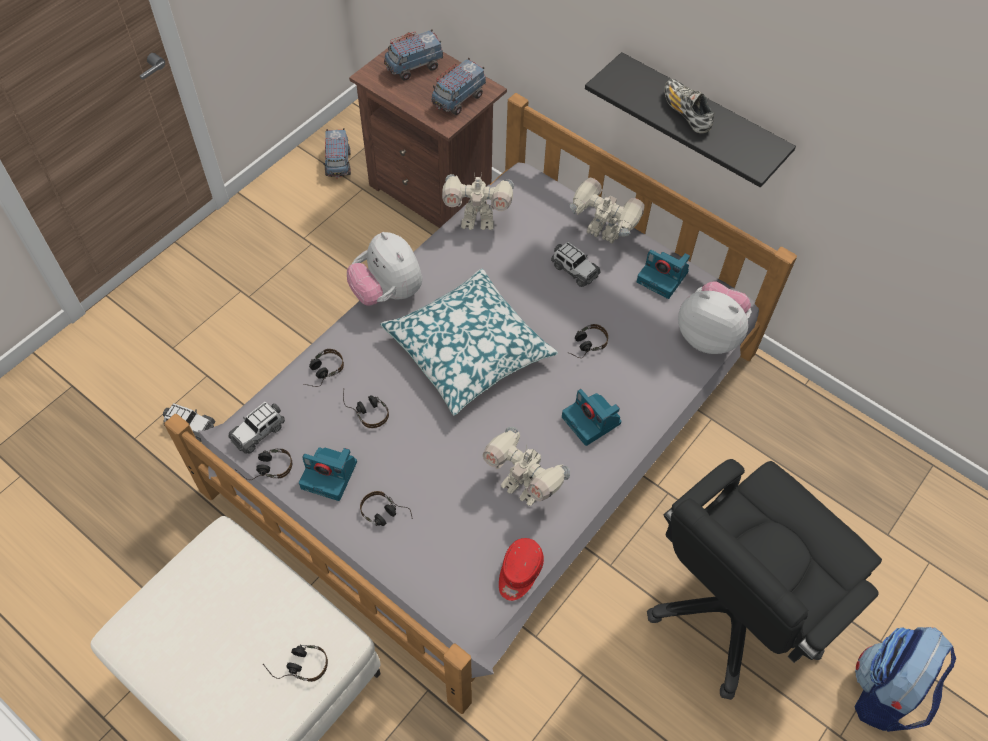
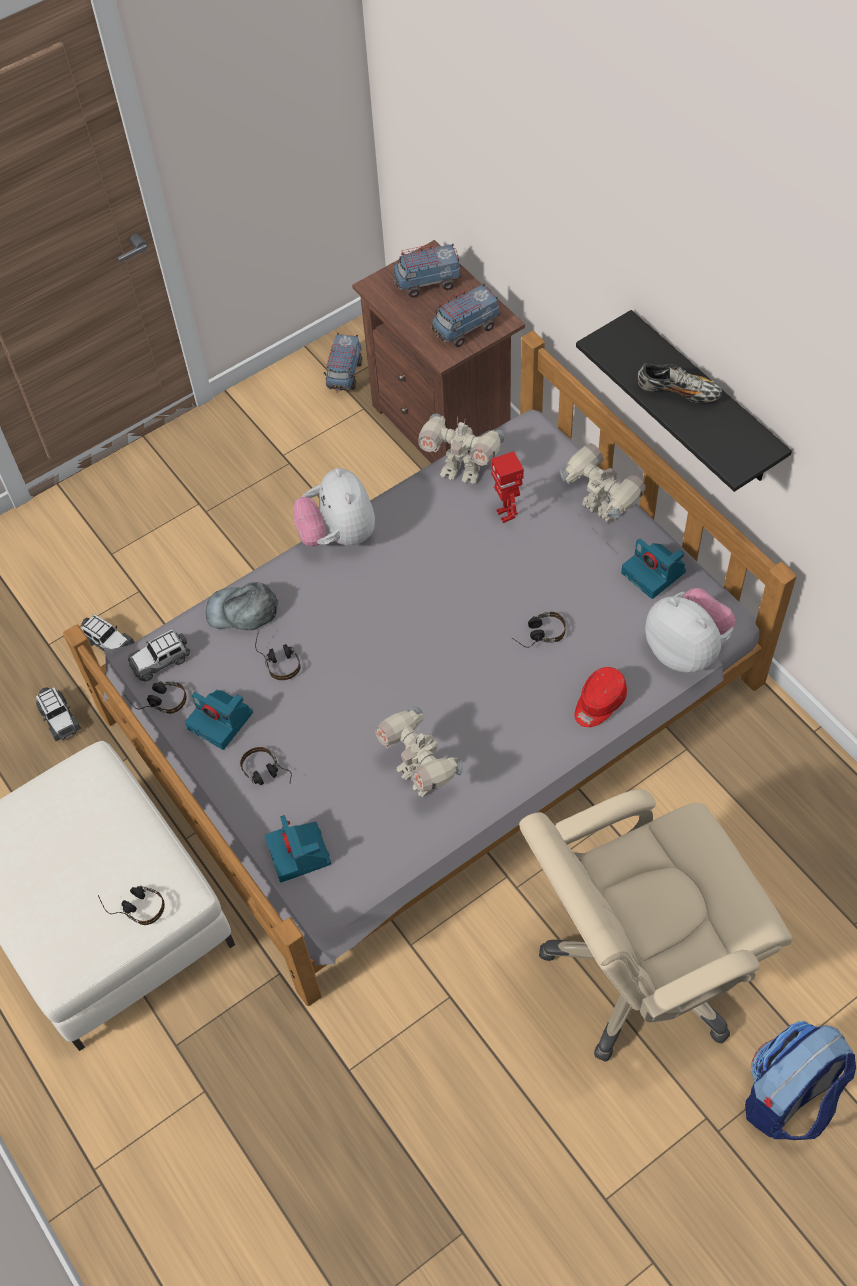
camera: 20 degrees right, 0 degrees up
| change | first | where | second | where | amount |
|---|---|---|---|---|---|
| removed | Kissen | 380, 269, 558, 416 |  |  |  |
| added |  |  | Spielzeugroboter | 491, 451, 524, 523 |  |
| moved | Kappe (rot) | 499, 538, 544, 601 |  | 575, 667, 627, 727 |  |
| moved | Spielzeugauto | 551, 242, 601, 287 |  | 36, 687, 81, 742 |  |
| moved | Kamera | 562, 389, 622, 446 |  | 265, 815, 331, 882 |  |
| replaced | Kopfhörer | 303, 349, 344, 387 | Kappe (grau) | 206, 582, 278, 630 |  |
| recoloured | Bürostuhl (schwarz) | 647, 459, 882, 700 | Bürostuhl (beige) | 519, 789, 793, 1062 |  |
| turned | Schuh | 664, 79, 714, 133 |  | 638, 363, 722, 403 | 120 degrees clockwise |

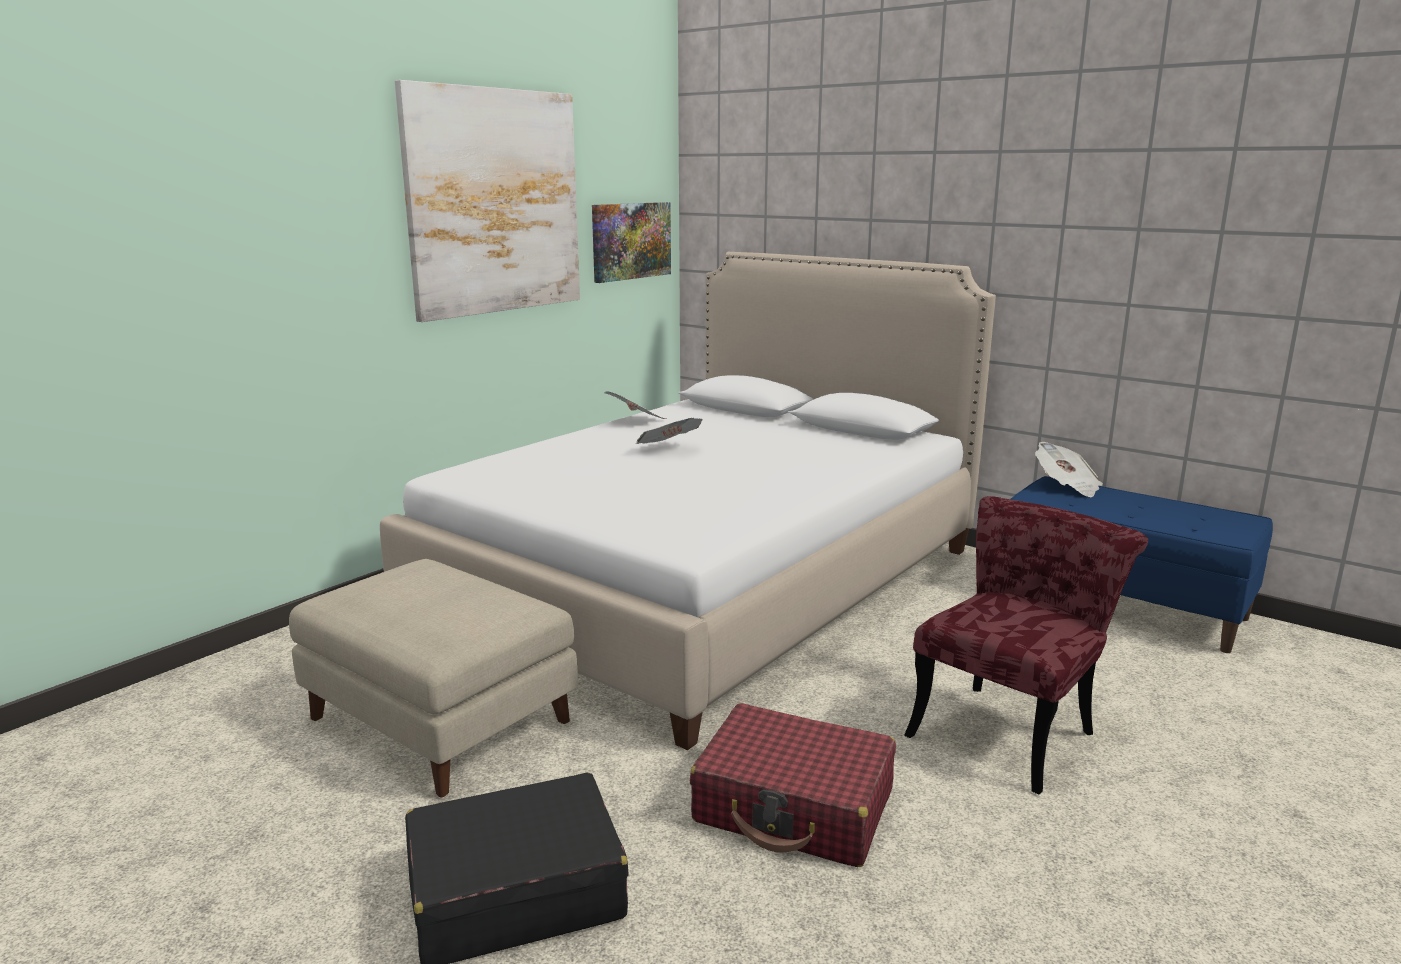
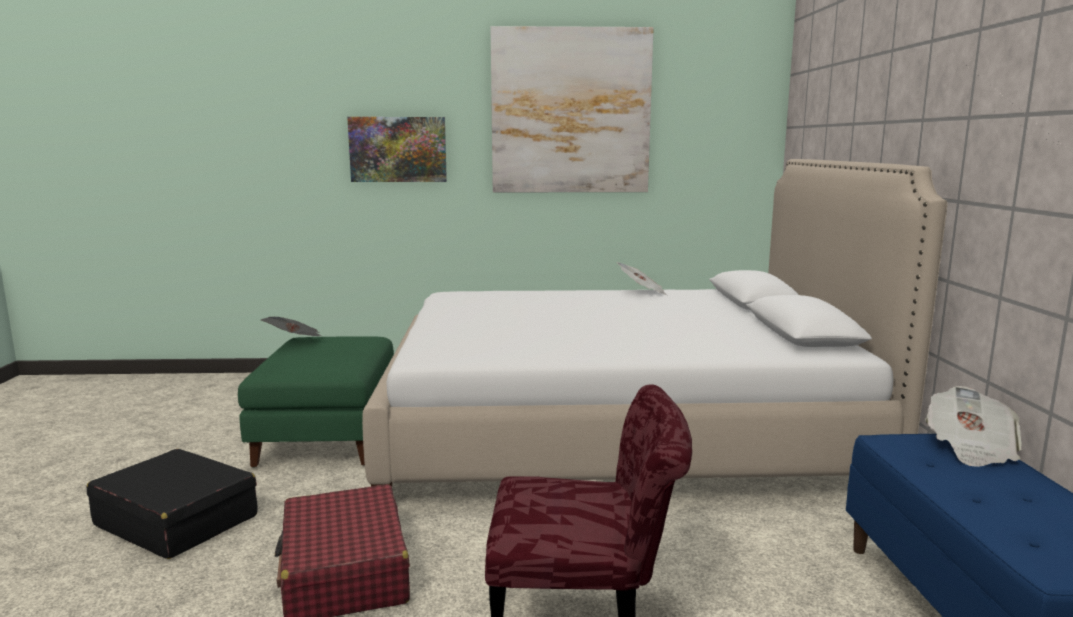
camera: 50 degrees right, 5 degrees down
| change | first | where | second | where | amount |
|---|---|---|---|---|---|
| moved | Bild | 592, 202, 671, 283 |  | 347, 117, 447, 182 |  |
| moved | Zeitung | 635, 418, 703, 444 |  | 261, 317, 321, 336 |  |
| recoloured | Polsterhocker (beige) | 289, 559, 578, 797 | Polsterhocker (grün) | 238, 337, 394, 468 |  |

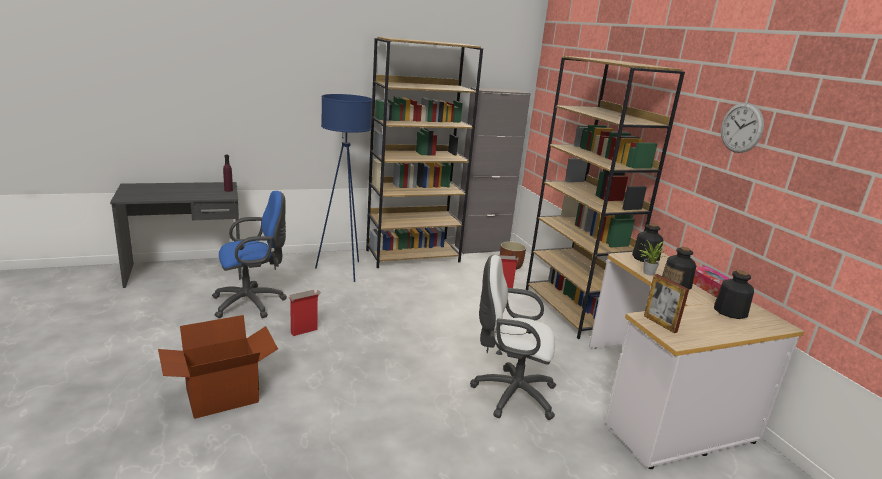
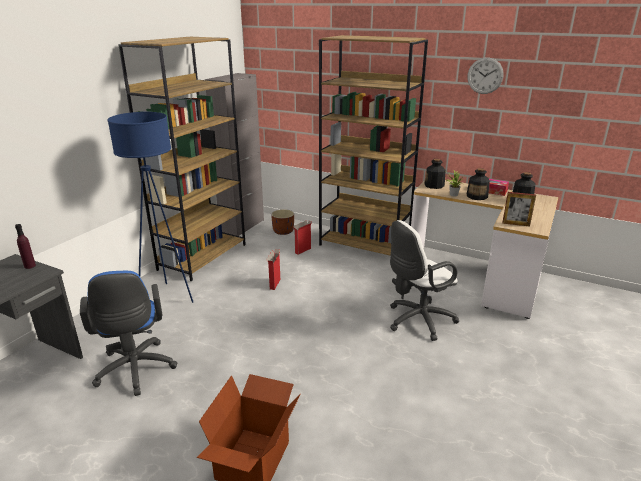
camera: 40 degrees left, 5 degrees up
| change | first | where | second | where | amount |
|---|---|---|---|---|---|
| moved | Karton | 289, 290, 321, 336 |  | 266, 249, 281, 290 |  |
| turned | Bürostuhl (blau) | 212, 191, 287, 318 |  | 80, 271, 177, 396 | 135 degrees clockwise |

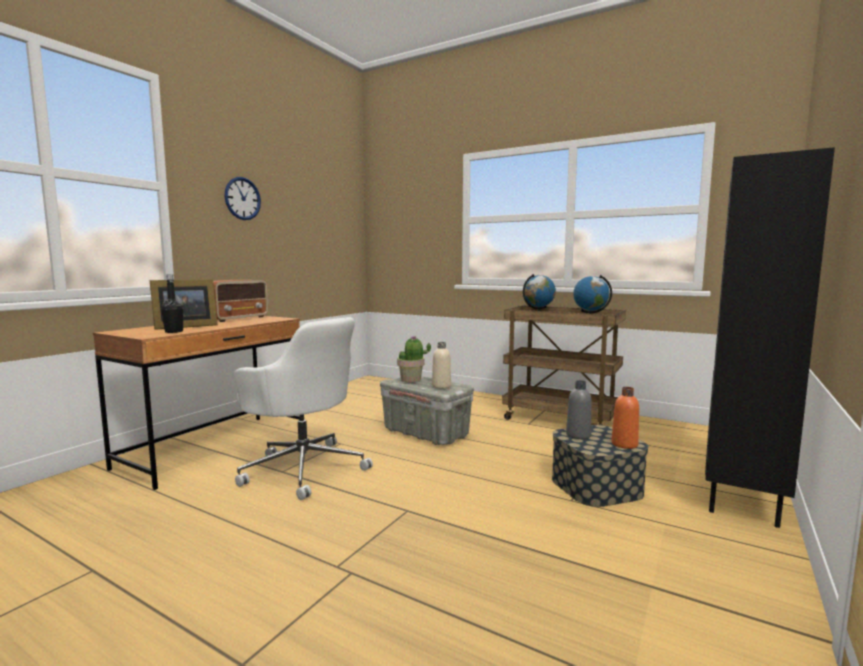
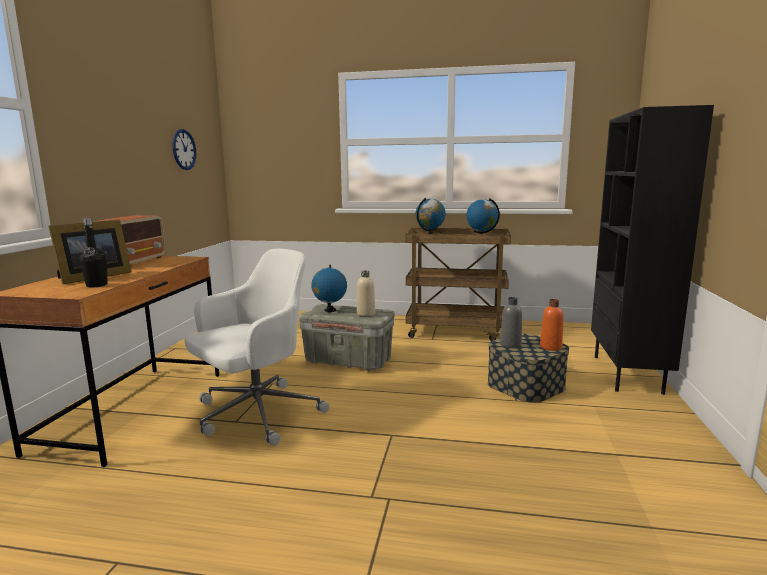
camera: 20 degrees left, 5 degrees up
| change | first | where | second | where | amount |
|---|---|---|---|---|---|
| moved | Wanduhr | 224, 177, 261, 220 |  | 172, 129, 196, 170 |  |
| replaced | Topfpflanze | 397, 336, 431, 383 | Globus | 311, 265, 347, 312 |  |
| turned | Bürostuhl (weiß) | 234, 317, 373, 500 |  | 185, 249, 329, 446 | 60 degrees counterclockwise |

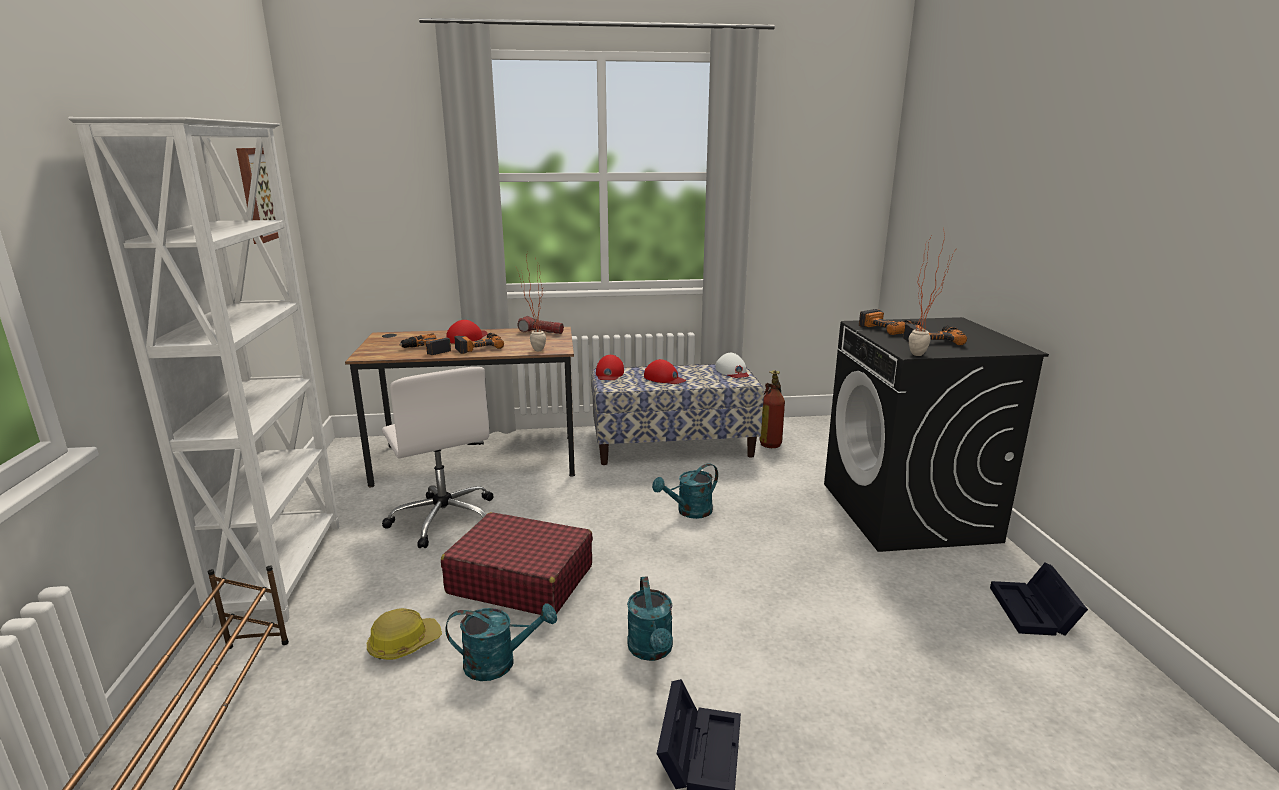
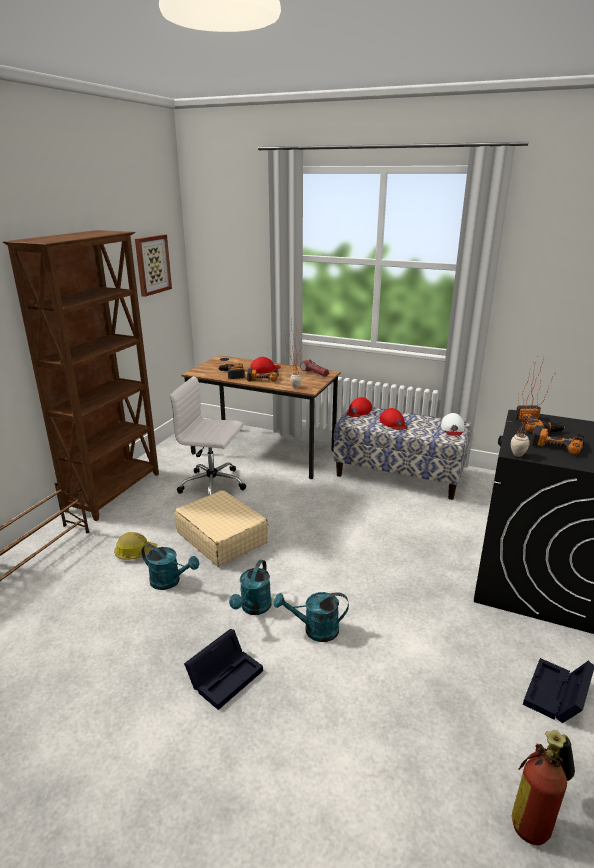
camera: 30 degrees right, 5 degrees up
| change | first | where | second | where | amount |
|---|---|---|---|---|---|
| moved | Gießkanne (türkis) | 652, 463, 718, 519 |  | 274, 592, 349, 642 |  |
| moved | Feuerlöscher | 759, 370, 785, 448 |  | 512, 730, 575, 845 |  |
| recoloured | Bücherregal (weiß) | 68, 117, 340, 628 | Bücherregal (braun) | 3, 230, 159, 521 |  |
| recoloured | Koffer (rot) | 441, 512, 593, 615 | Koffer (beige) | 174, 490, 268, 566 |  |
| turned | Bürostuhl (weiß) | 382, 367, 493, 548 |  | 170, 376, 246, 496 | 105 degrees clockwise |

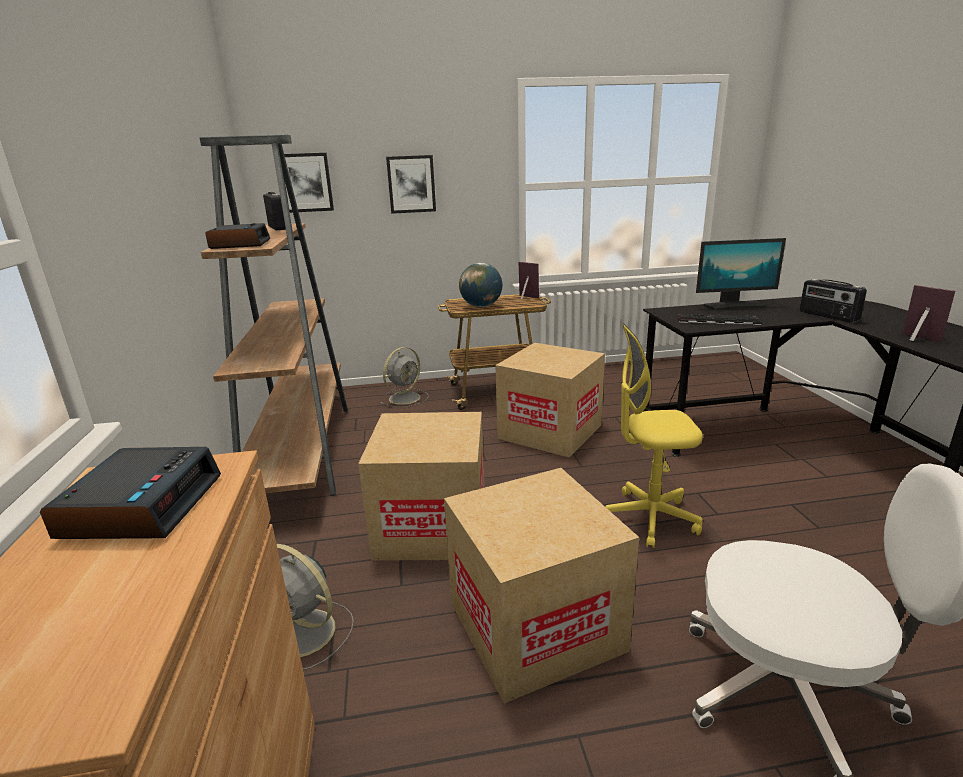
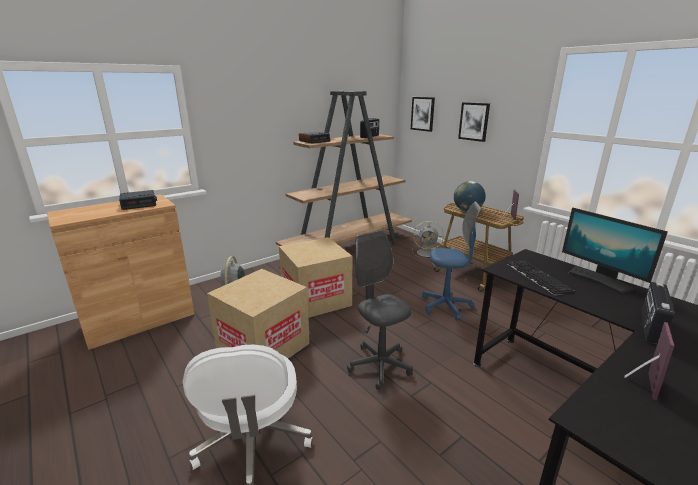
camera: 60 degrees right, 0 degrees up
| change | first | where | second | where | amount |
|---|---|---|---|---|---|
| replaced | Karton | 495, 343, 605, 458 | Bürostuhl (blau) | 422, 201, 482, 321 |  |
| recoloured | Bürostuhl (gelb) | 605, 323, 703, 548 | Bürostuhl (grau) | 347, 230, 413, 390 |  |

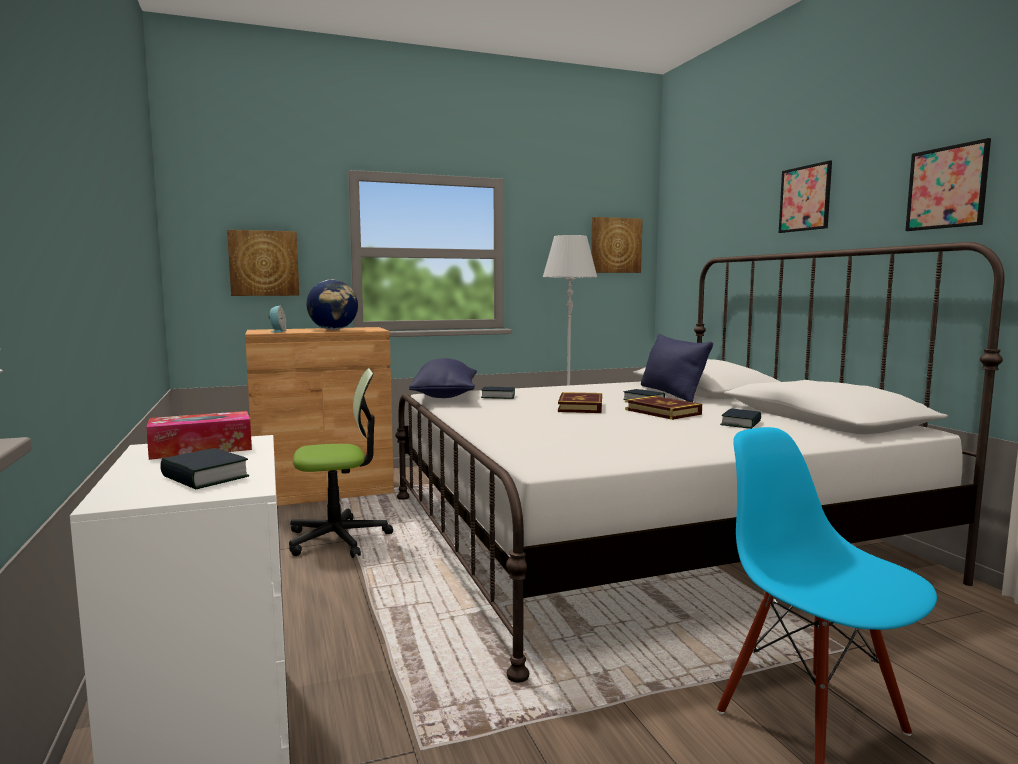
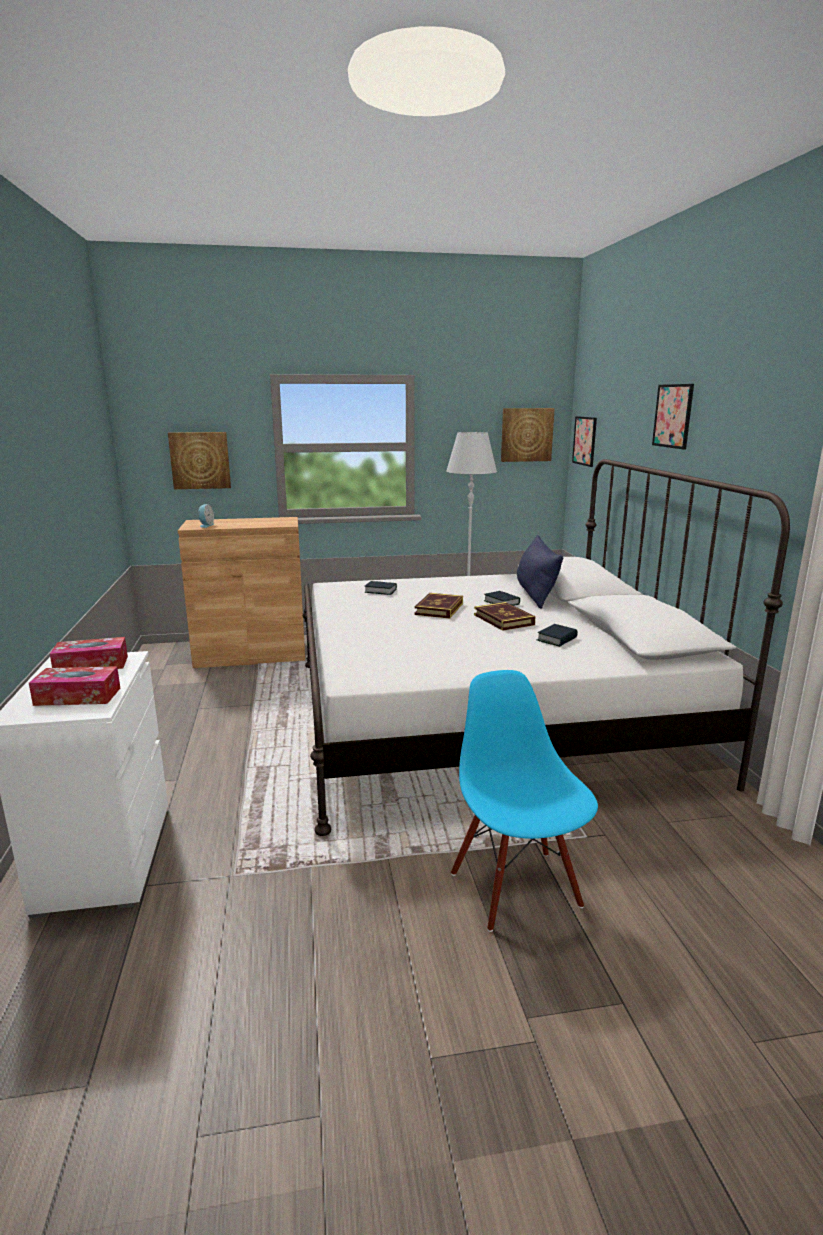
camera: 10 degrees right, 10 degrees up
| change | first | where | second | where | amount |
|---|---|---|---|---|---|
| removed | Bürostuhl | 289, 368, 393, 558 |  |  |  |
| removed | Globus | 306, 280, 358, 330 |  |  |  |
| removed | Kissen (blau) | 409, 358, 477, 398 |  |  |  |
| moved | Bild | 905, 138, 991, 231 |  | 572, 416, 597, 467 |  |
| replaced | Buch | 160, 448, 249, 489 | Taschentuchbox | 29, 666, 120, 706 |  |

